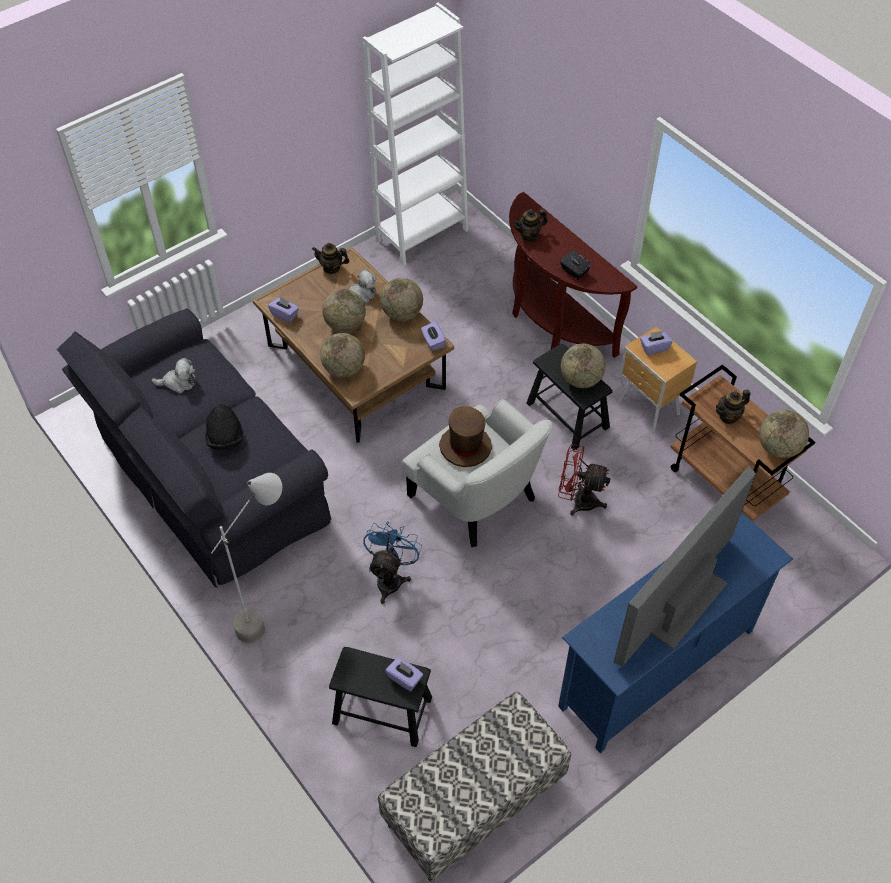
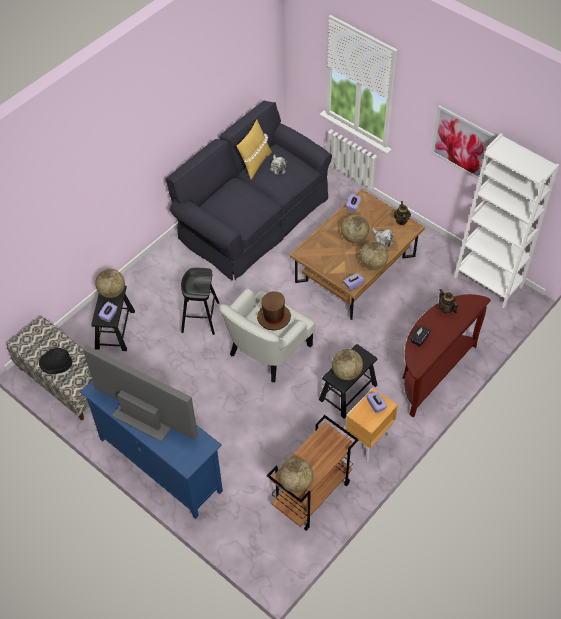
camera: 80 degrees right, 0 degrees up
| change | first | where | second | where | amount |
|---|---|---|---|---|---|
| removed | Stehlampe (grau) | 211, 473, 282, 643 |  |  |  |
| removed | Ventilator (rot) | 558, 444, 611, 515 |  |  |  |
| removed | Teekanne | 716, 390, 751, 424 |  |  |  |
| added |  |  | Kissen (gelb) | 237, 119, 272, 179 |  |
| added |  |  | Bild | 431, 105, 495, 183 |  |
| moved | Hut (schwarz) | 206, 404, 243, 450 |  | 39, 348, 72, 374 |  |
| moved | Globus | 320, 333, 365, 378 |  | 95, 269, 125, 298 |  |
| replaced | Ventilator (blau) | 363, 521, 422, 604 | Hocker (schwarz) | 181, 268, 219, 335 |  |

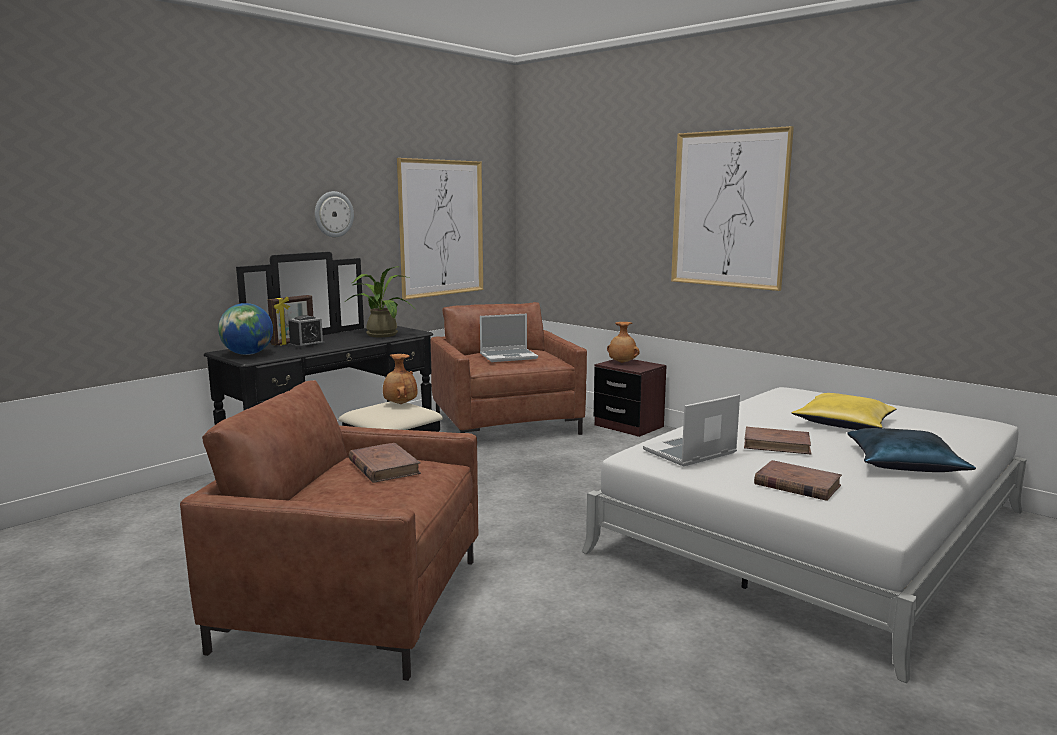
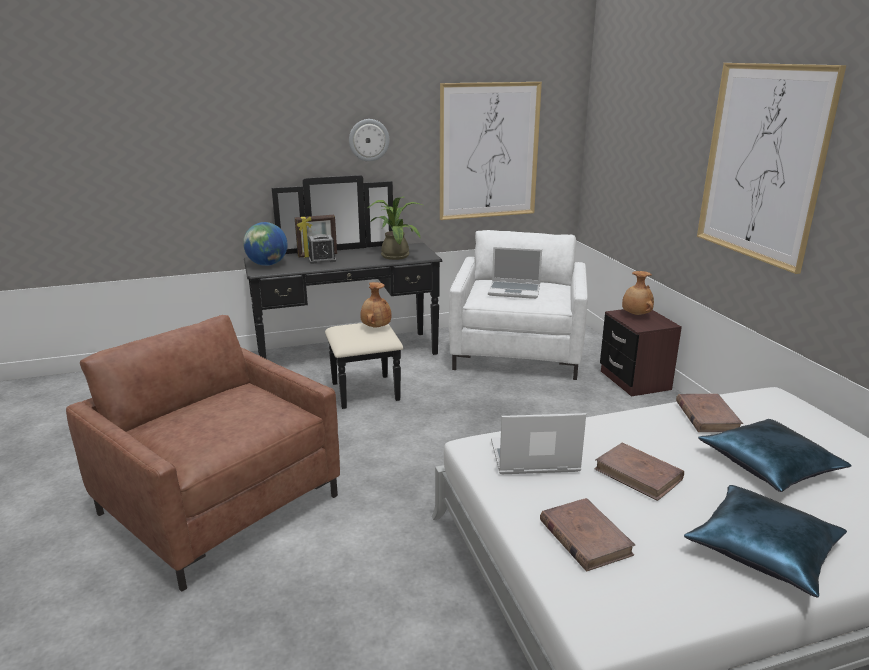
camera: 30 degrees right, 10 degrees up
| change | first | where | second | where | amount |
|---|---|---|---|---|---|
| moved | Buch (braun) | 349, 443, 421, 483 |  | 676, 394, 743, 432 |  |
| recoloured | Sessel (braun) | 431, 302, 587, 435 | Sessel (weiß) | 449, 230, 588, 380 |  |
| recoloured | Kissen (gelb) | 792, 393, 896, 430 | Kissen (blau) | 698, 419, 852, 492 |  |

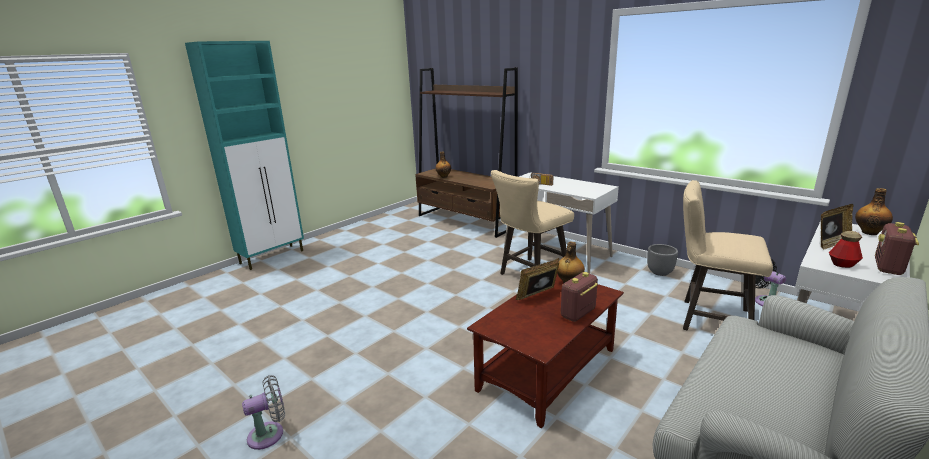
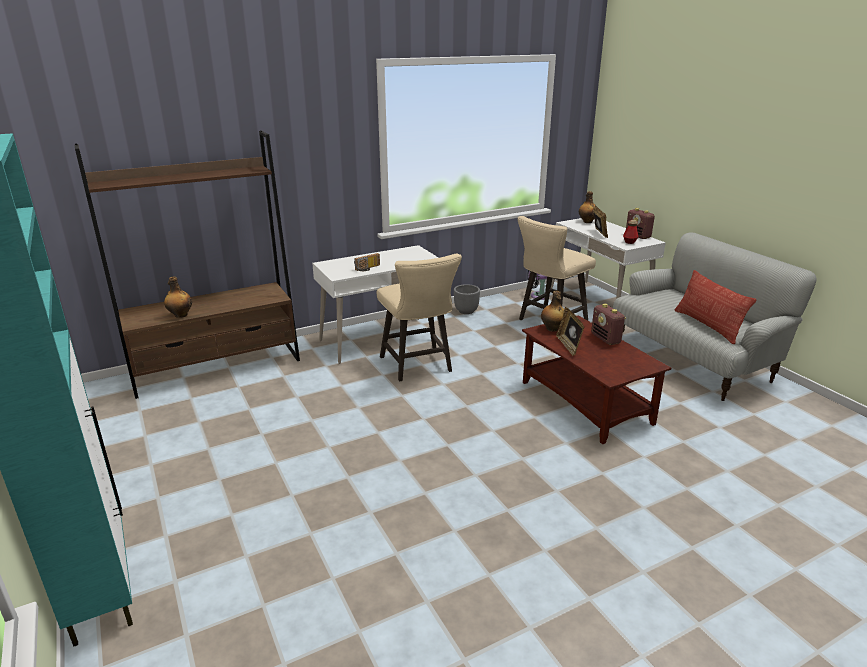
camera: 70 degrees left, 5 degrees up
| change | first | where | second | where | amount |
|---|---|---|---|---|---|
| removed | Ventilator (grau) | 242, 375, 285, 450 |  |  |  |
| added |  |  | Kissen | 675, 270, 756, 344 |  |

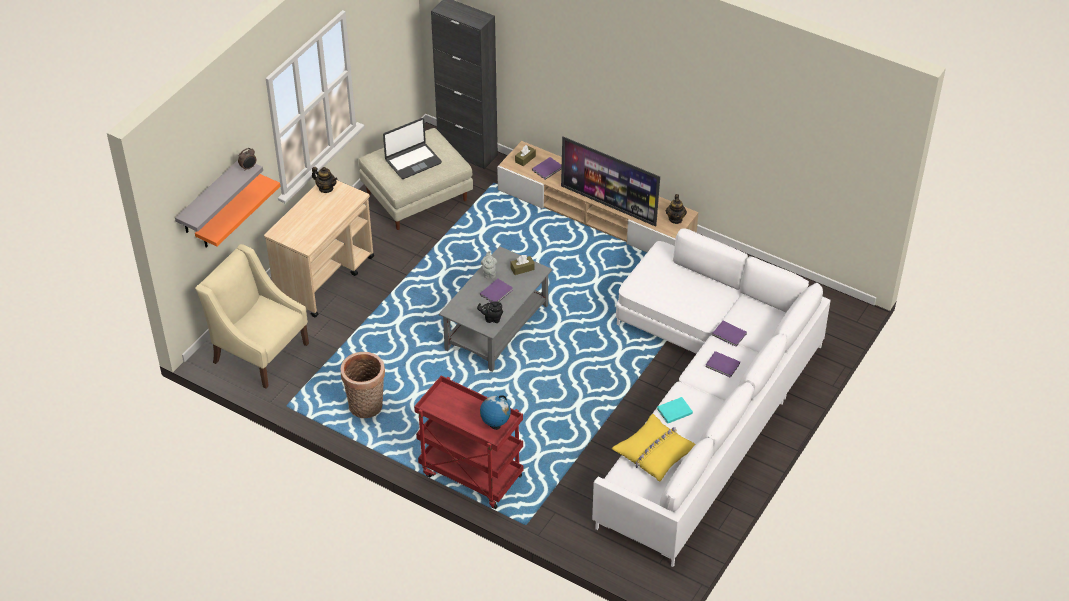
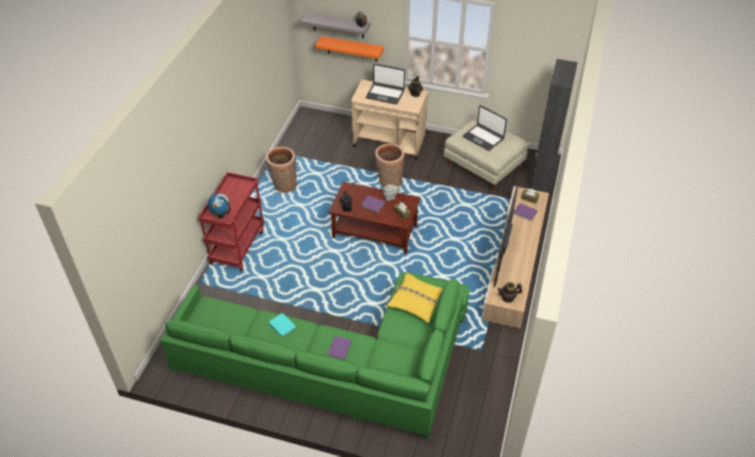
camera: 75 degrees right, 0 degrees up
| change | first | where | second | where | amount |
|---|---|---|---|---|---|
| removed | Sessel (beige) | 195, 244, 309, 389 |  |  |  |
| removed | Buch (lila) | 712, 321, 747, 347 |  |  |  |
| added |  |  | Laptop | 366, 64, 405, 104 |  |
| added |  |  | Korb | 375, 143, 405, 187 |  |
| moved | Kissen (gelb) | 612, 414, 695, 481 |  | 387, 273, 443, 323 |  |
| recoloured | Couchtisch (grau) | 439, 246, 552, 372 | Couchtisch (braun) | 328, 182, 421, 254 |  |
| recoloured | Sofa (weiß) | 592, 228, 831, 567 | Sofa (grün) | 160, 272, 470, 441 |  |

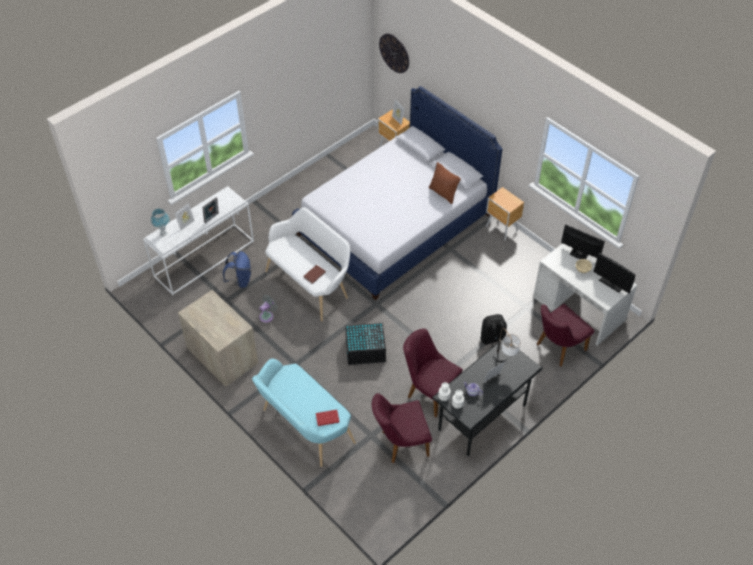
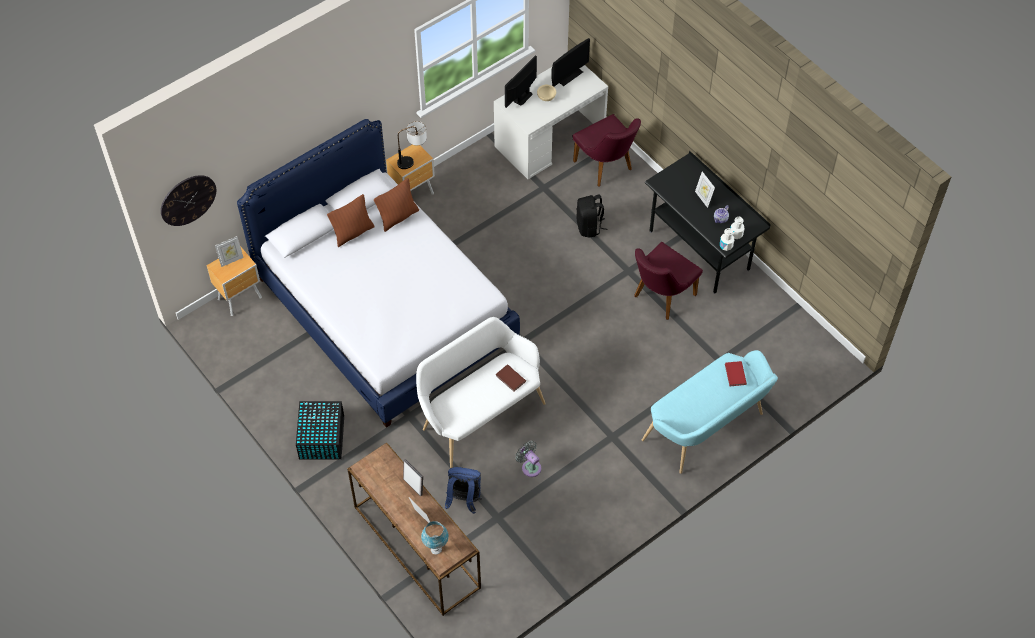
camera: 85 degrees left, 5 degrees up
| change | first | where | second | where | amount |
|---|---|---|---|---|---|
| removed | Kommode | 178, 290, 258, 387 |  |  |  |
| removed | Stuhl (lila) | 372, 393, 432, 463 |  |  |  |
| added |  |  | Kissen (braun) | 327, 194, 375, 247 |  |
| moved | Aufbewahrungsbox (schwarz) | 345, 323, 386, 365 |  | 296, 401, 344, 460 |  |
| moved | Tischlampe | 493, 328, 521, 362 |  | 397, 121, 427, 169 |  |
| recoloured | Konsolentisch (weiß) | 143, 186, 254, 295 | Konsolentisch (braun) | 347, 443, 481, 616 |  |

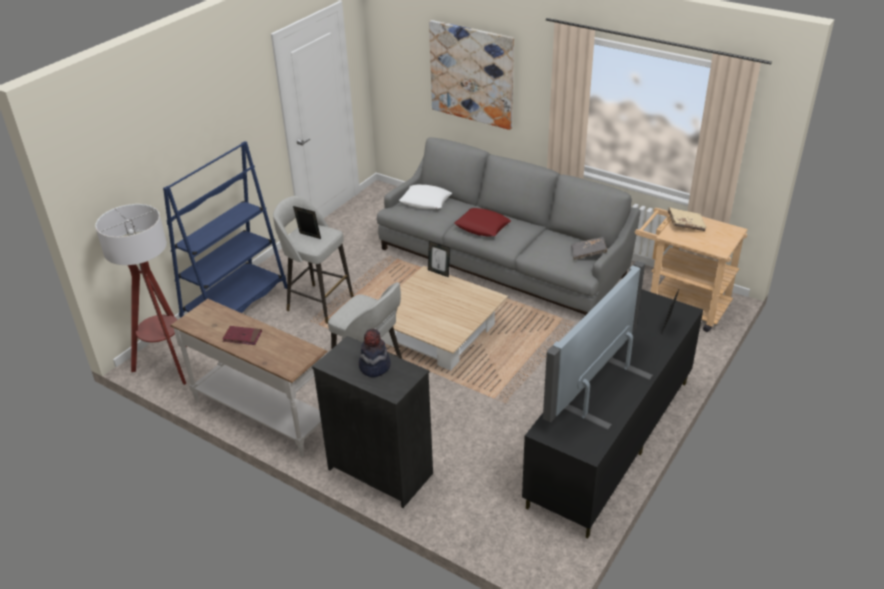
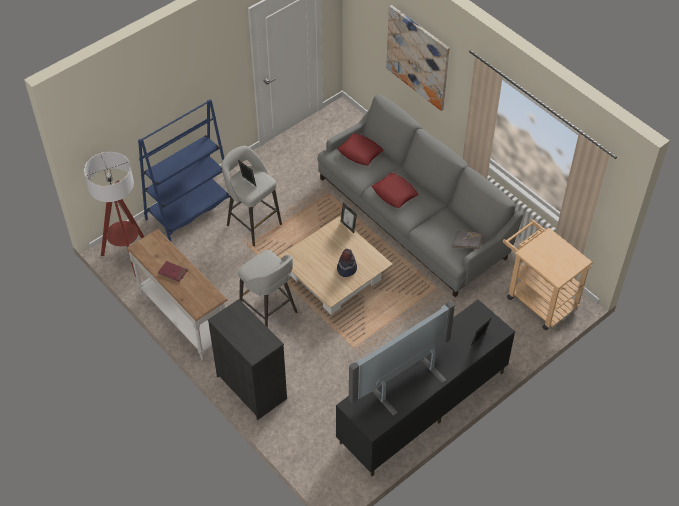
camera: 15 degrees right, 15 degrees up
| change | first | where | second | where | amount |
|---|---|---|---|---|---|
| removed | Buch (beige) | 668, 207, 706, 231 |  |  |  |
| moved | Hut | 359, 329, 391, 377 |  | 337, 249, 357, 277 |  |
| recoloured | Kissen (weiß) | 399, 185, 452, 209 | Kissen (rot) | 337, 133, 384, 166 |  |

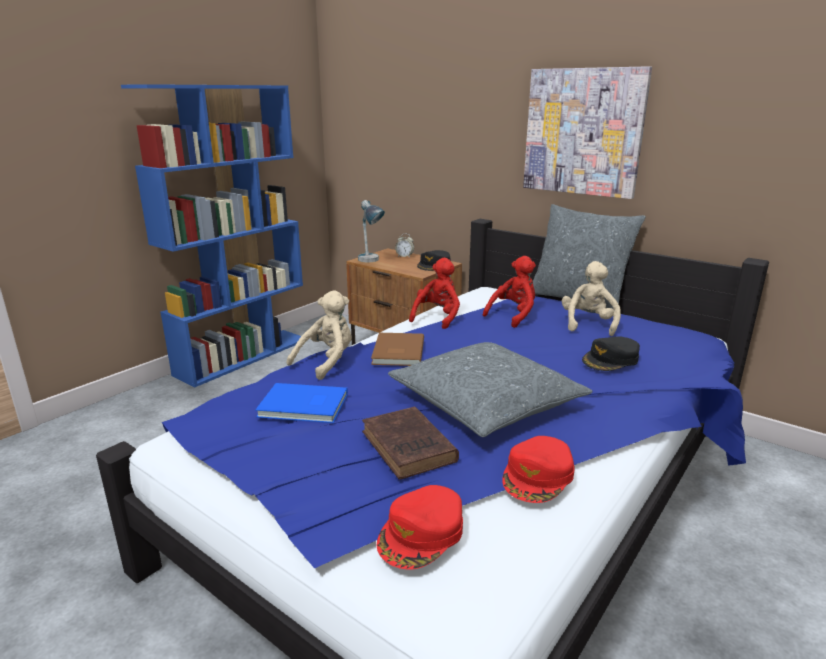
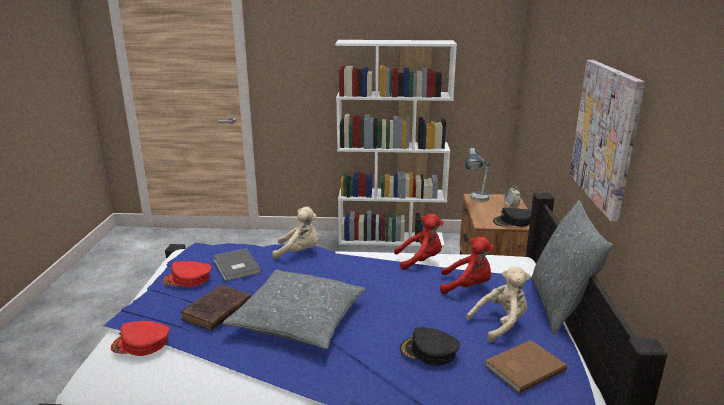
camera: 55 degrees right, 0 degrees up
| change | first | where | second | where | amount |
|---|---|---|---|---|---|
| moved | Buch (braun) | 371, 333, 424, 366 |  | 485, 340, 567, 394 |  |
| moved | Kappe (rot) | 502, 436, 575, 503 |  | 163, 261, 211, 287 |  |
| recoloured | Bücherregal (blau) | 121, 84, 303, 387 | Bücherregal (weiß) | 335, 40, 457, 247 |  |
| recoloured | Buch (blau) | 255, 383, 348, 423 | Buch (grau) | 213, 248, 262, 281 |  |

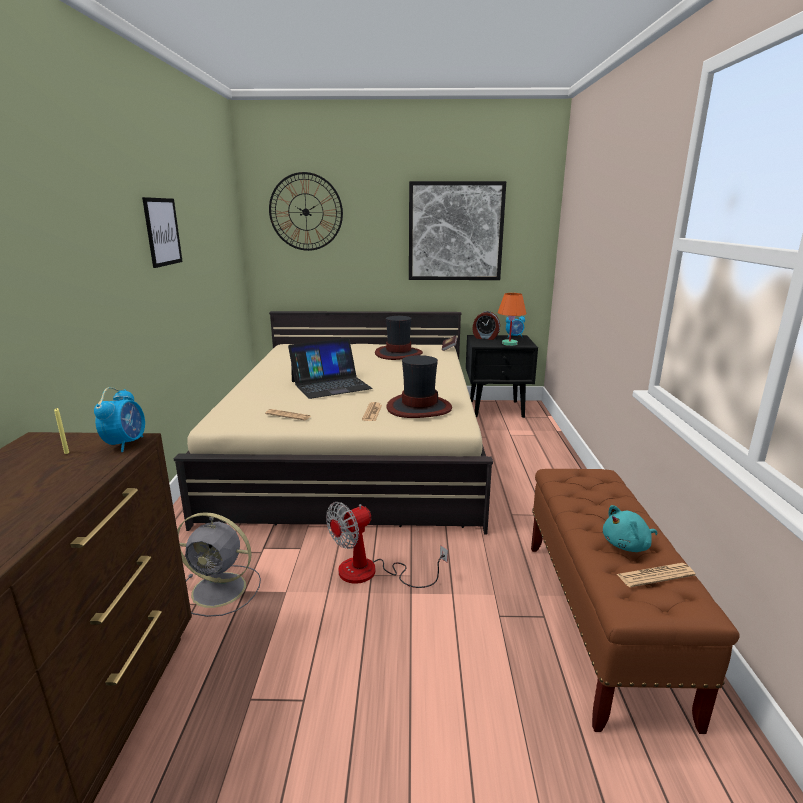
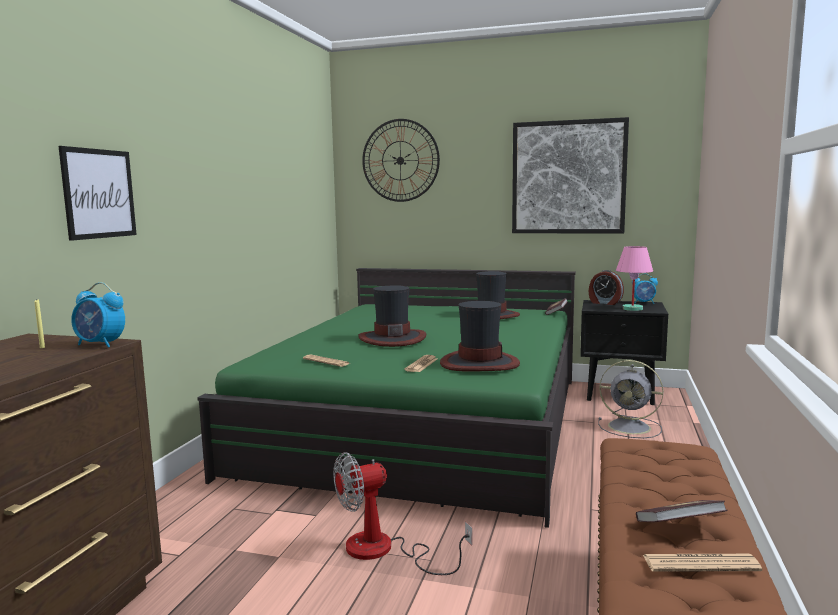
camera: 15 degrees right, 10 degrees down
| change | first | where | second | where | amount |
|---|---|---|---|---|---|
| moved | Bild | 142, 197, 183, 268 |  | 59, 146, 137, 241 |  |
| moved | Ventilator (grau) | 177, 512, 261, 617 |  | 598, 360, 663, 438 |  |
| replaced | Laptop | 288, 338, 372, 399 | Hut | 358, 285, 426, 347 |  |
| replaced | Plüschtier (türkis) | 603, 505, 658, 552 | Buch | 636, 500, 728, 522 |  |
| recoloured | Bett (beige) | 174, 311, 493, 535 | Bett (grün) | 197, 268, 576, 528 |  |
| recoloured | Tischlampe (orange) | 497, 293, 527, 346 | Tischlampe (rosa) | 616, 246, 653, 311 |  |
| turned | Wecker | 94, 387, 145, 452 |  | 71, 282, 125, 348 | 90 degrees clockwise |

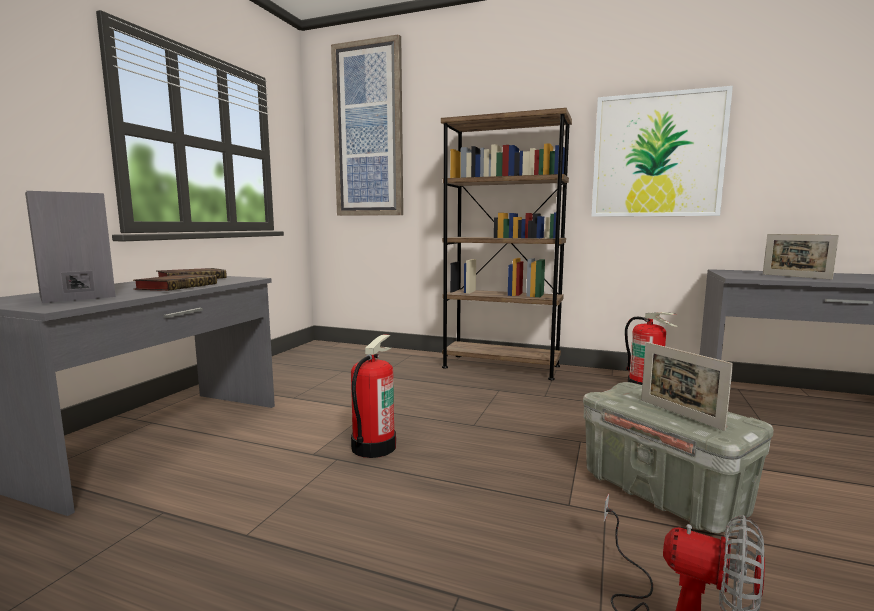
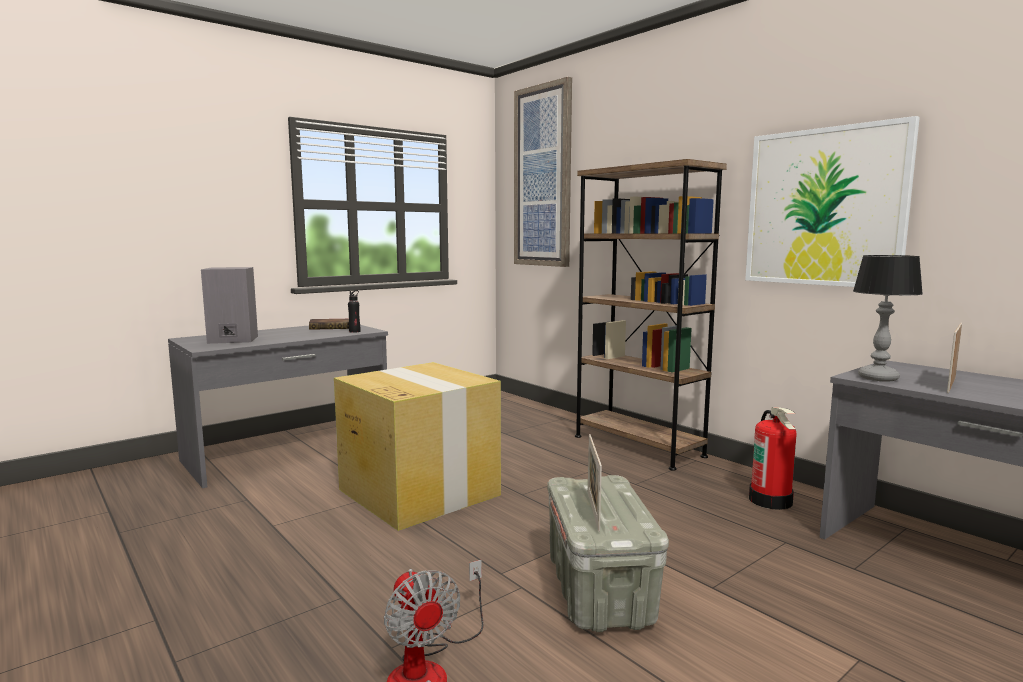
camera: 30 degrees right, 0 degrees up
| change | first | where | second | where | amount |
|---|---|---|---|---|---|
| removed | Buch | 133, 274, 217, 291 |  |  |  |
| added |  |  | Flasche (schwarz) | 348, 290, 360, 333 |  |
| added |  |  | Tischlampe | 853, 255, 923, 382 |  |
| replaced | Feuerlöscher | 351, 334, 396, 458 | Karton | 334, 362, 501, 531 |  |
| turned | Bilderrahmen | 763, 234, 839, 280 |  | 947, 323, 962, 393 | 45 degrees clockwise |

